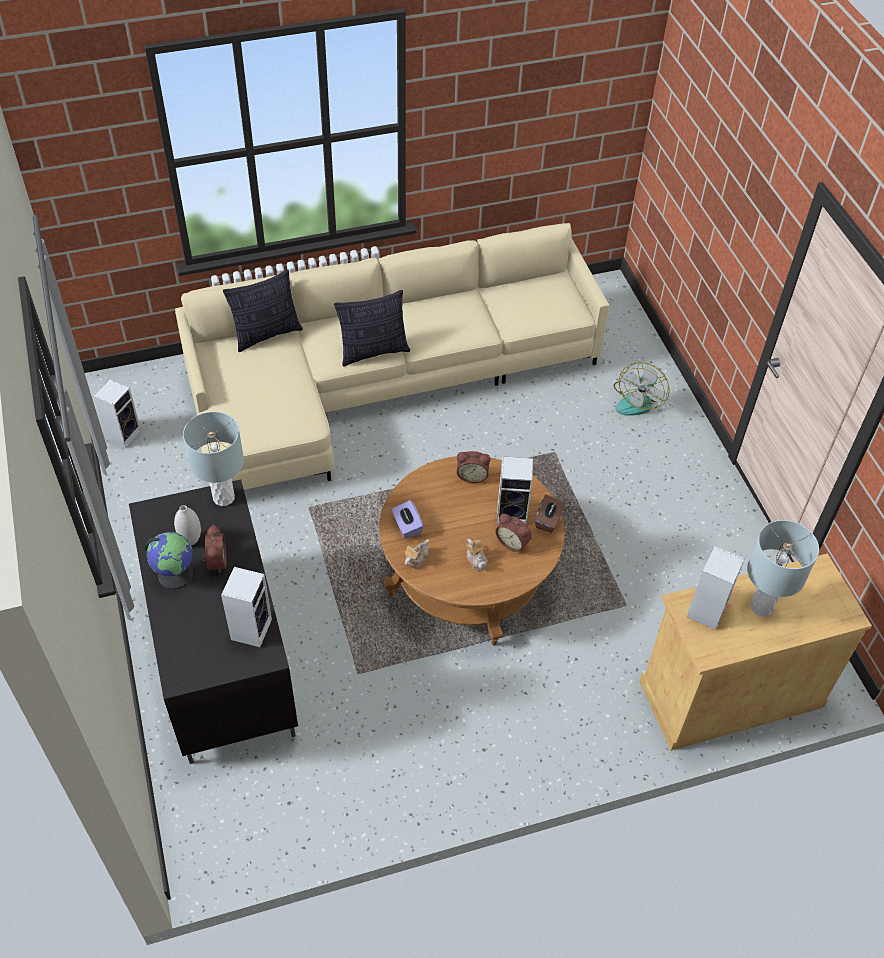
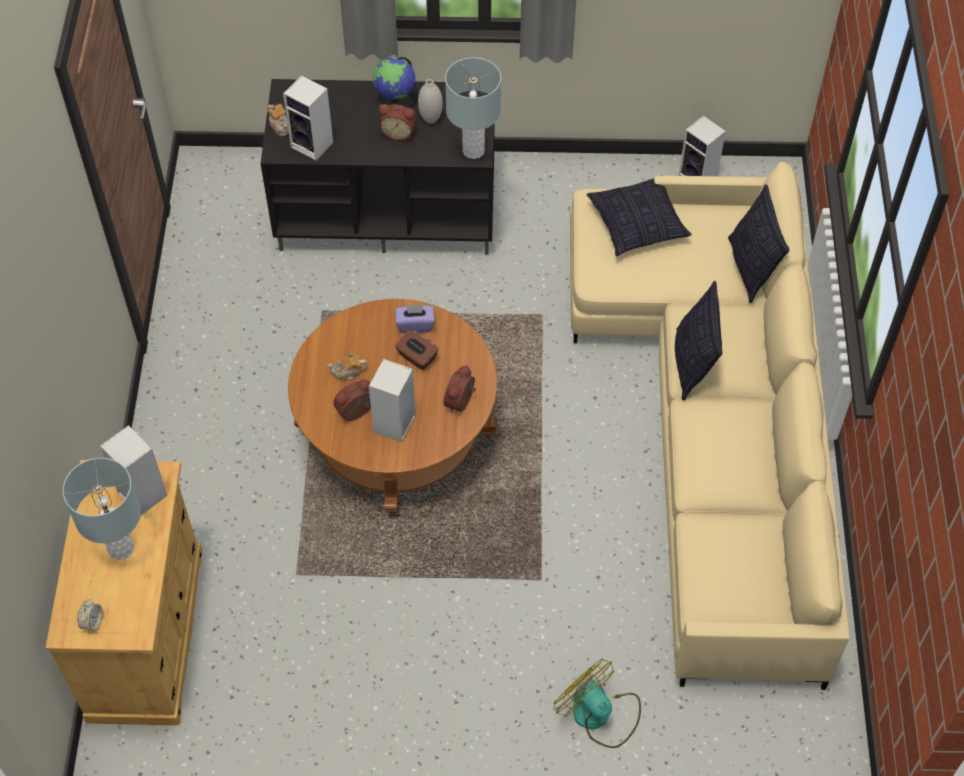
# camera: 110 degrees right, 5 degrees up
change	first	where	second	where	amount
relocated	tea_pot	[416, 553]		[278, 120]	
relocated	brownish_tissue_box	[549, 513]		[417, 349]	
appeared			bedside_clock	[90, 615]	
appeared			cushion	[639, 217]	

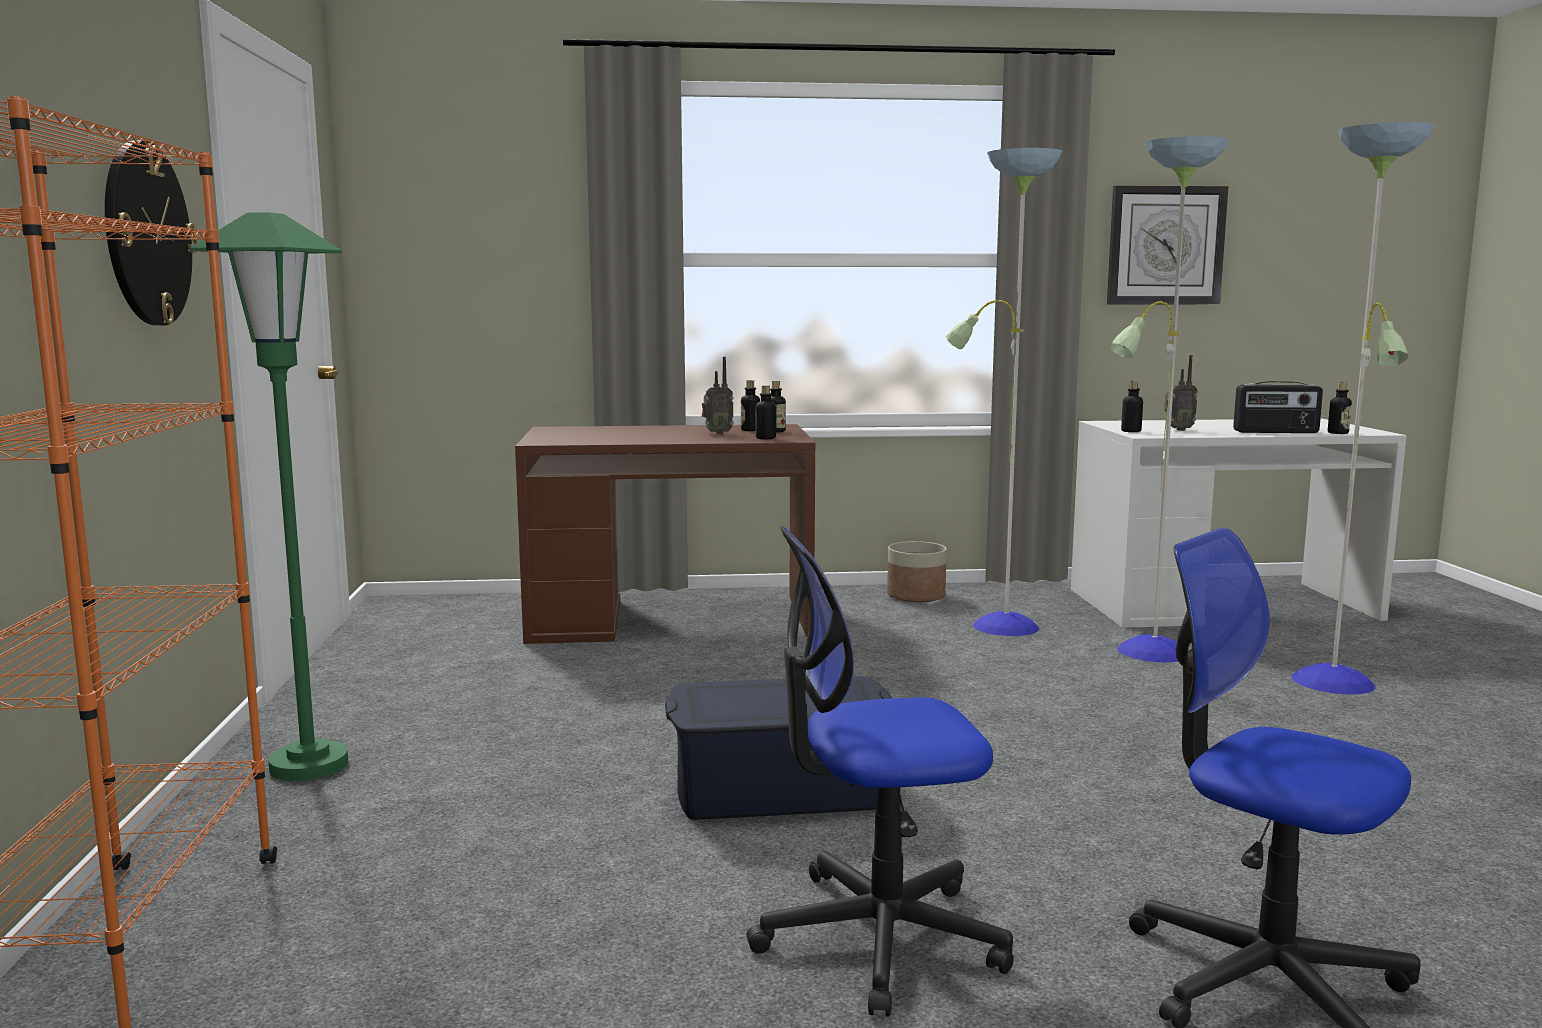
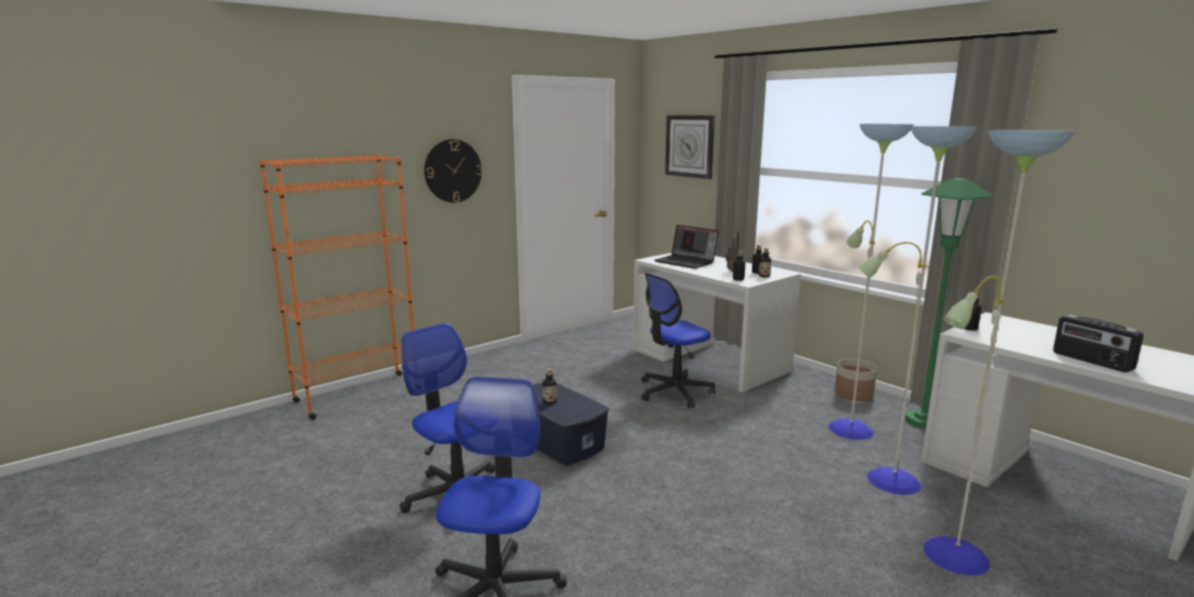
# camera: 55 degrees right, 5 degrees up
change	first	where	second	where	amount
relocated	green_standing_lamp	[269, 496]		[949, 303]	
colour	brownish_desk_unit	[665, 534]	whitish_desk_unit	[717, 322]	
relocated	wall_clock	[1167, 244]		[690, 147]	
missing	radio_set	[1181, 393]			
relocated	beverage_bottle	[1340, 408]		[550, 386]	
appeared			computer_chair	[678, 340]	
appeared			notebook_computer	[686, 247]	

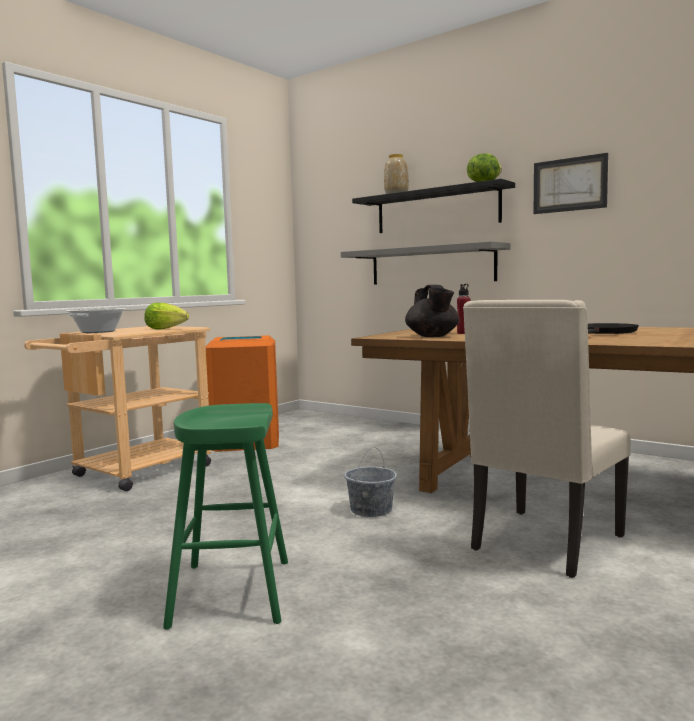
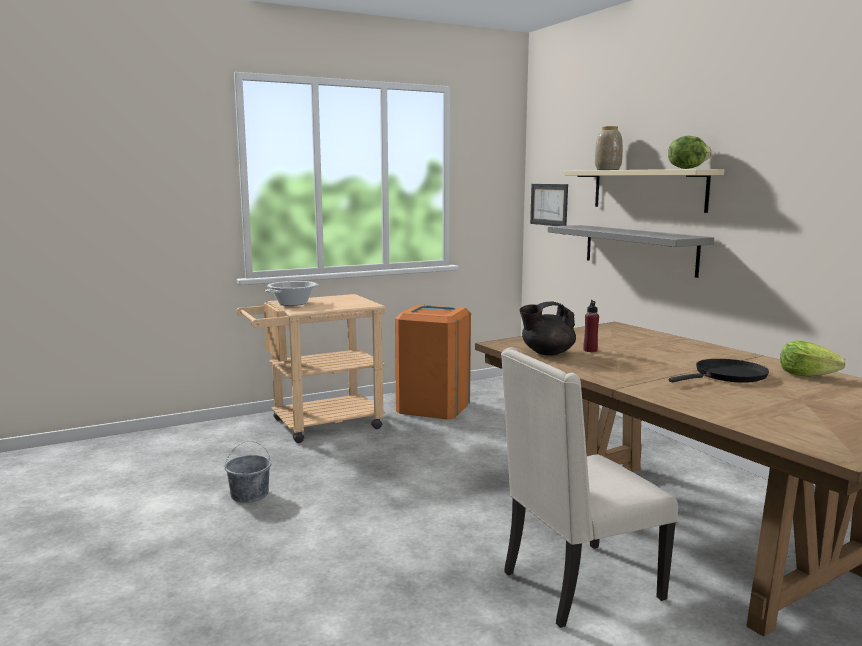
# camera: 25 degrees right, 5 degrees up
change	first	where	second	where	amount
relocated	lettuce_head	[166, 316]		[813, 359]	
missing	green_sitting_stool	[225, 516]			
relocated	greyish_water_bucket	[370, 482]		[247, 472]	
colour	black_bracket_shelf	[433, 206]	beige-coloured_bracket_shelf	[644, 191]	
spun	black_tea_pot	[432, 311]		[548, 329]	60 degrees clockwise
relocated	picture	[571, 183]		[549, 205]	

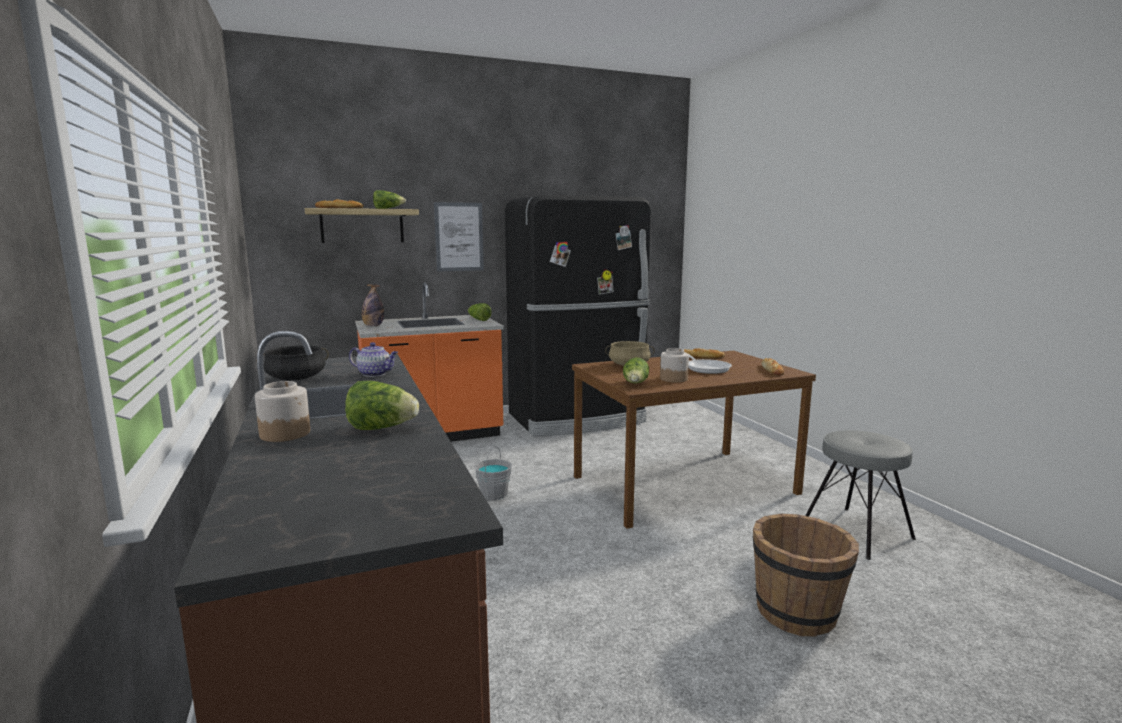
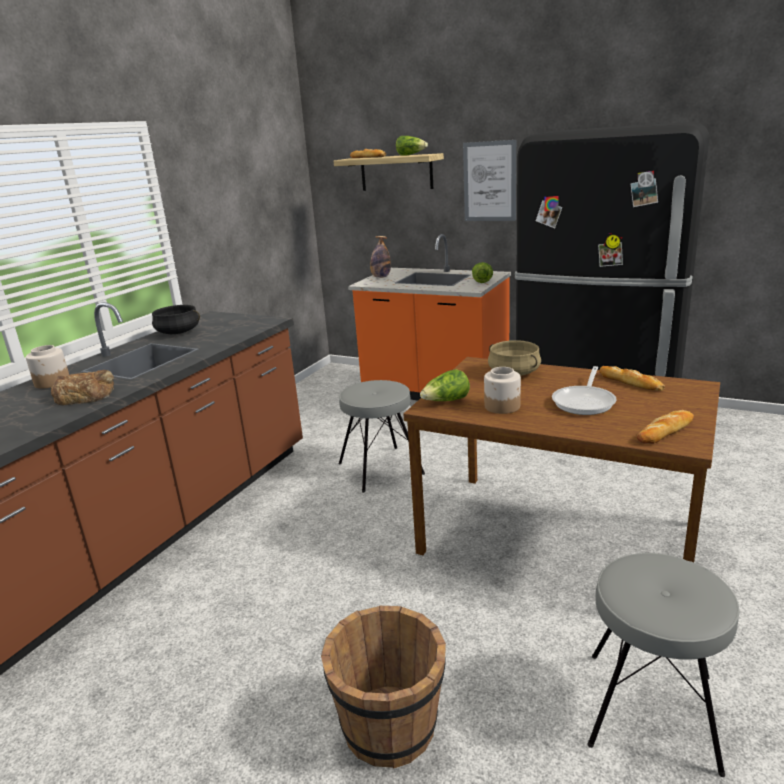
# camera: 50 degrees right, 10 degrees up
change	first	where	second	where	amount
exchanged	lettuce_head	[382, 405]	baked_bread	[82, 388]	
missing	tea_pot	[373, 359]			
exchanged	greyish_water_bucket	[493, 473]	greyish_sitting_stool	[382, 436]	

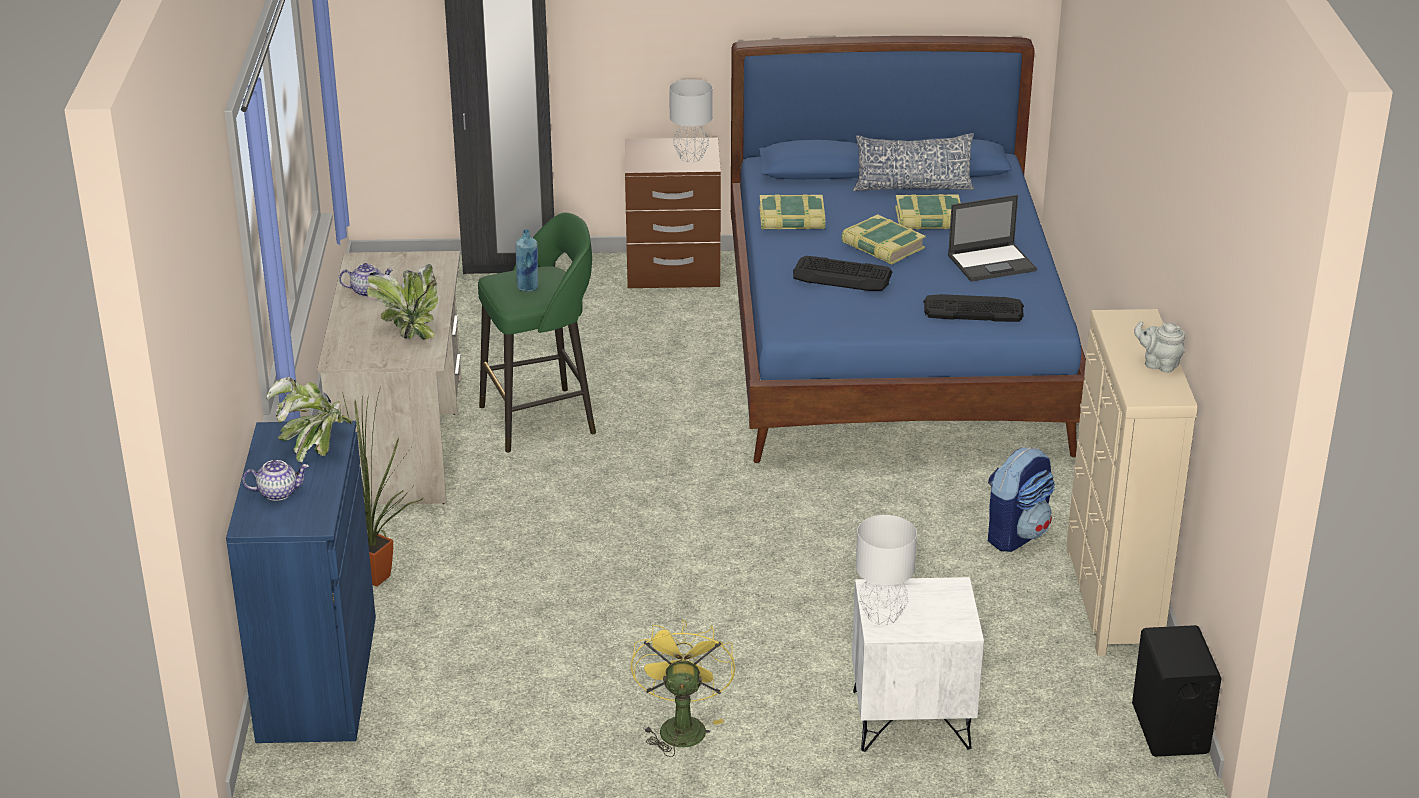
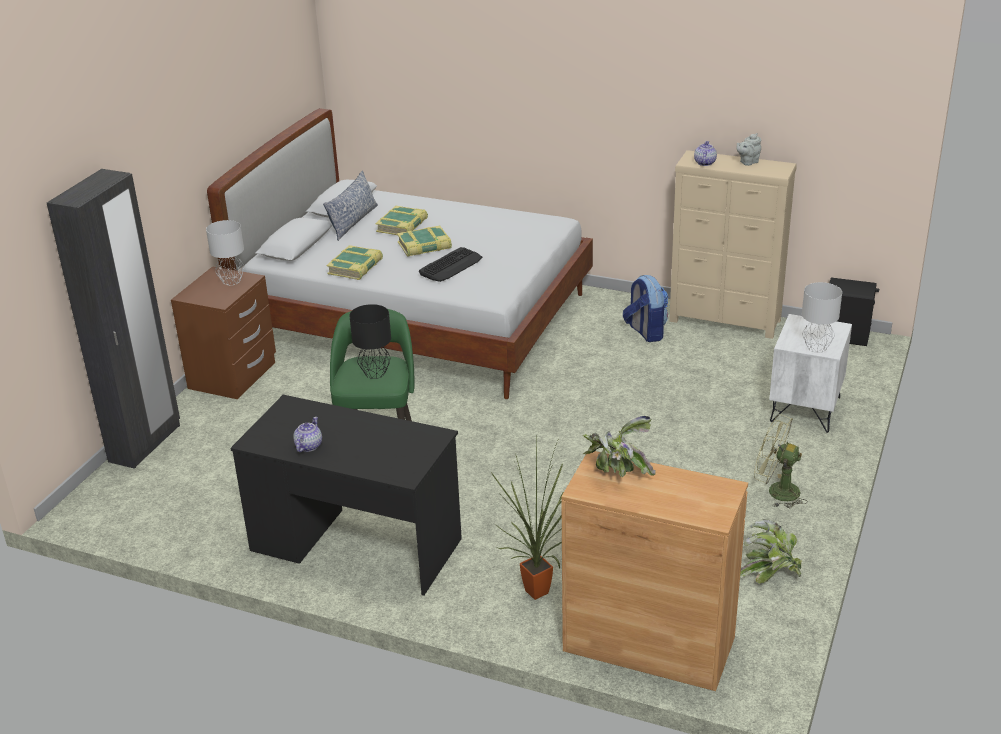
# camera: 65 degrees left, 0 degrees up
change	first	where	second	where	amount
colour	blue-coloured_cabinet	[301, 582]	brownish_cabinet	[654, 571]	
relocated	tea_pot	[275, 480]		[705, 153]	
colour	beige-coloured_desk_unit	[389, 378]	black_desk_unit	[346, 495]	
relocated	houseplant	[402, 302]		[771, 551]	
exchanged	blue-coloured_beverage_bottle	[527, 260]	black_tabletop_lamp	[370, 341]	
colour	yellow_electric_fan	[683, 688]	green_electric_fan	[781, 461]	
colour	blue-coloured_bed	[908, 249]	whitish_bed	[400, 253]	
missing	computer_keyboard	[973, 308]			
missing	notebook_computer	[992, 238]			

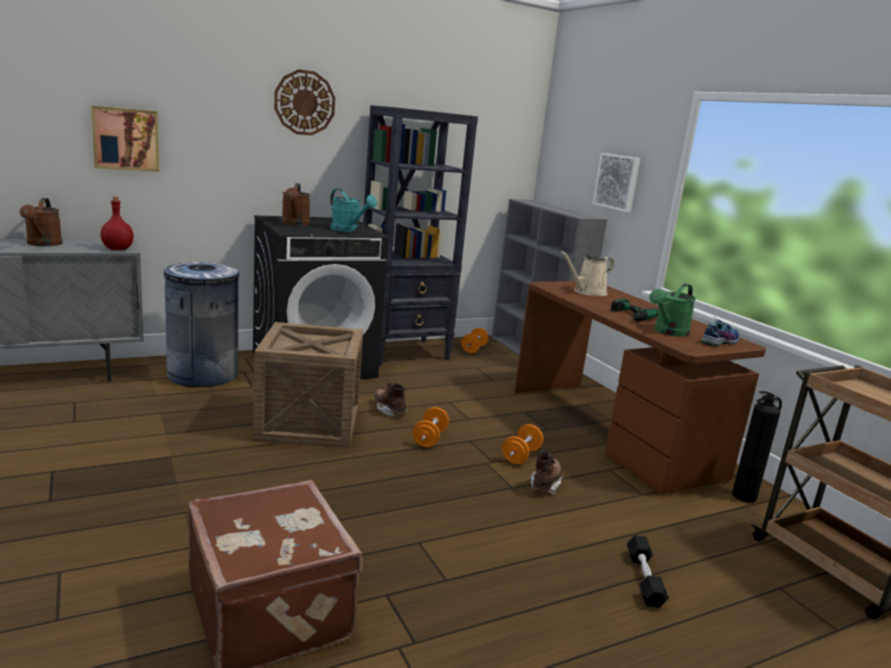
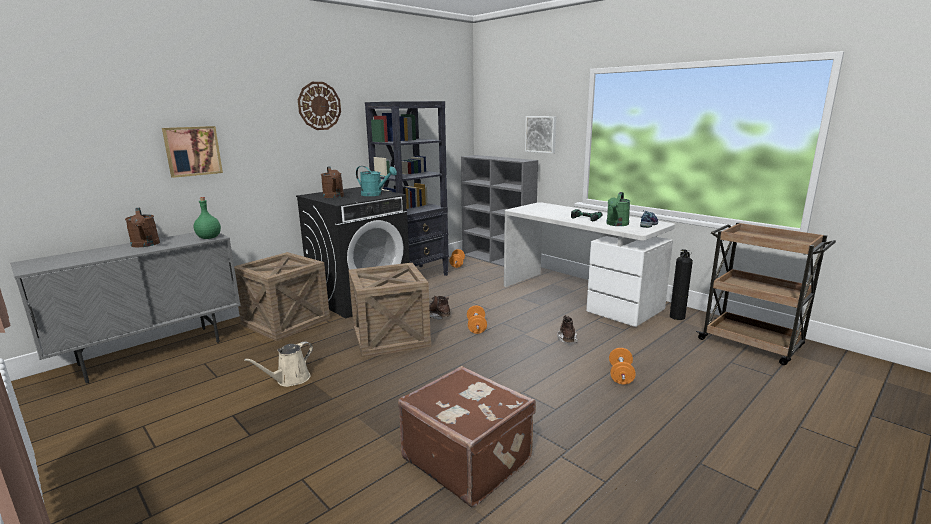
# camera: 15 degrees left, 0 degrees up
change	first	where	second	where	amount
colour	reddish_beverage_bottle	[117, 223]	green_beverage_bottle	[207, 218]	
exchanged	greyish_trash_can	[201, 324]	crate	[282, 296]	
relocated	orangey_hand_weight	[522, 444]		[622, 366]	
colour	brownish_desk_unit	[640, 387]	whitish_desk_unit	[589, 264]	
relocated	beige-coloured_watering_can	[587, 273]		[278, 364]	
missing	black_hand_weight	[648, 571]			

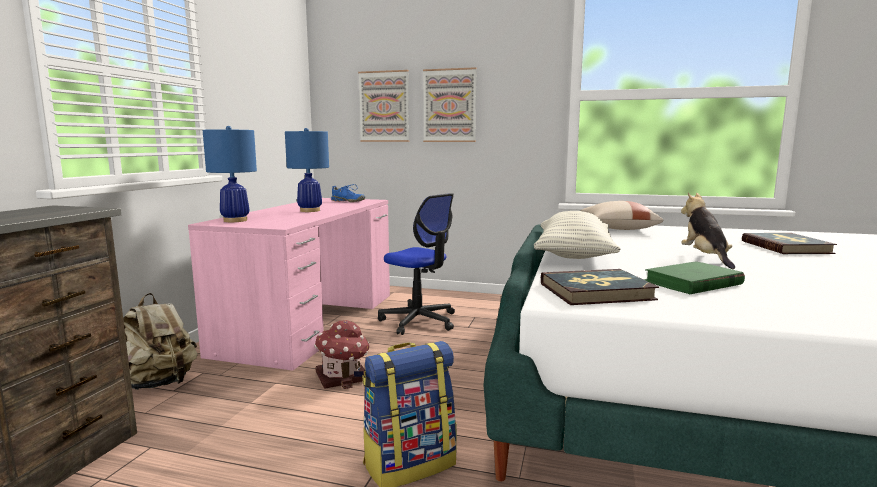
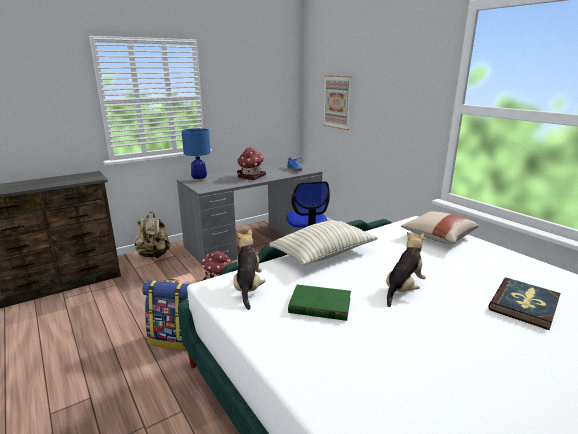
# camera: 40 degrees right, 10 degrees up
change	first	where	second	where	amount
colour	pinkish_desk_unit	[289, 284]	greyish_desk_unit	[250, 213]	
exchanged	blue-coloured_tabletop_lamp	[307, 170]	toy_house	[251, 163]	
missing	picture	[450, 104]			
exchanged	volume	[600, 287]	soft_toy	[249, 270]	

